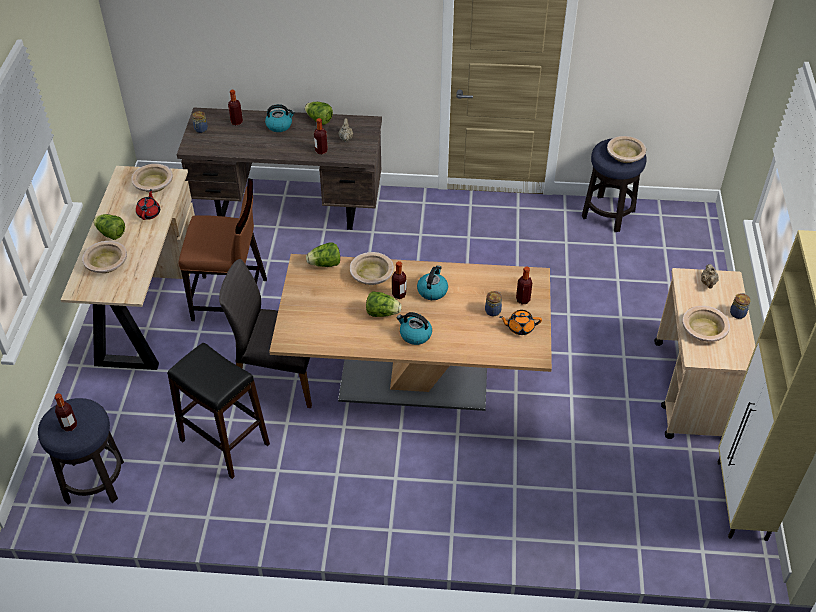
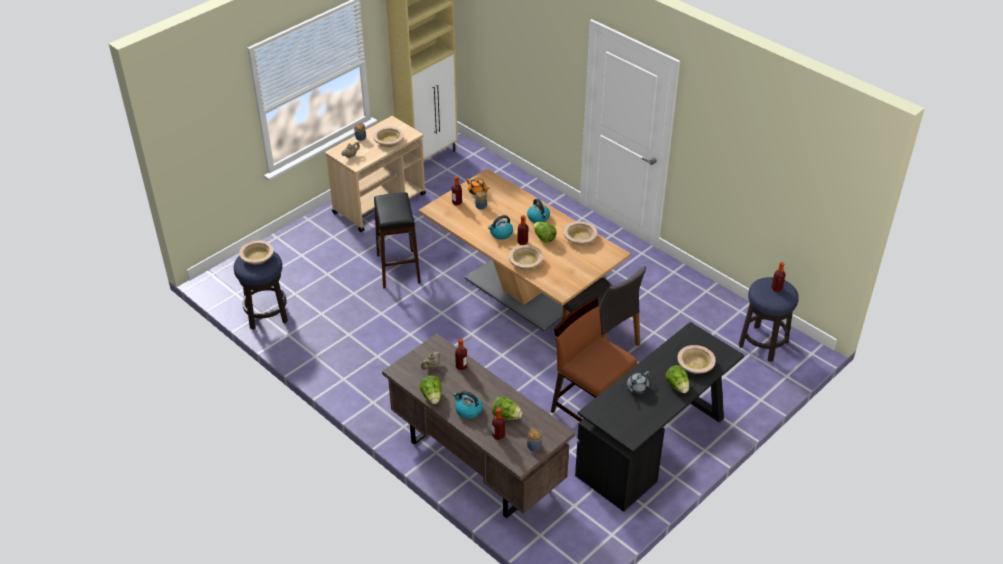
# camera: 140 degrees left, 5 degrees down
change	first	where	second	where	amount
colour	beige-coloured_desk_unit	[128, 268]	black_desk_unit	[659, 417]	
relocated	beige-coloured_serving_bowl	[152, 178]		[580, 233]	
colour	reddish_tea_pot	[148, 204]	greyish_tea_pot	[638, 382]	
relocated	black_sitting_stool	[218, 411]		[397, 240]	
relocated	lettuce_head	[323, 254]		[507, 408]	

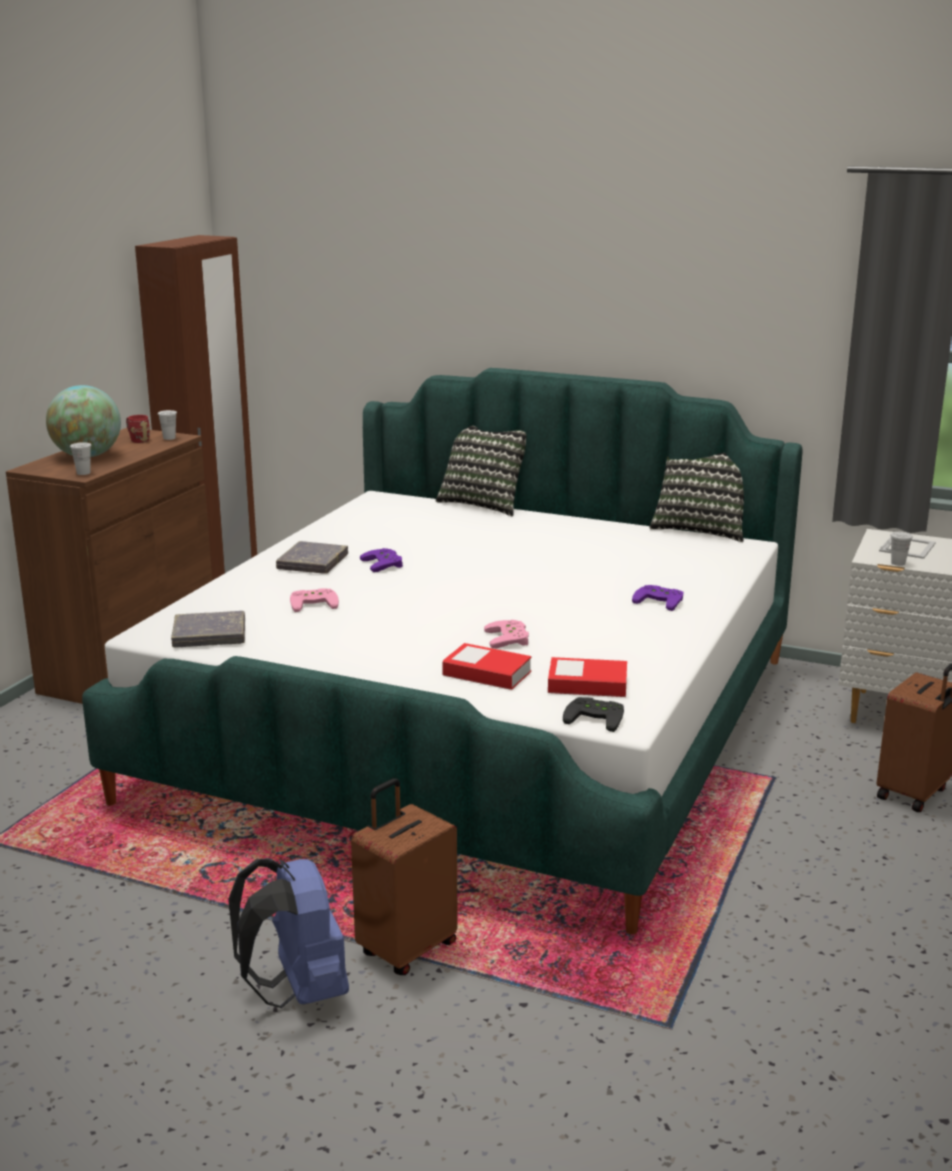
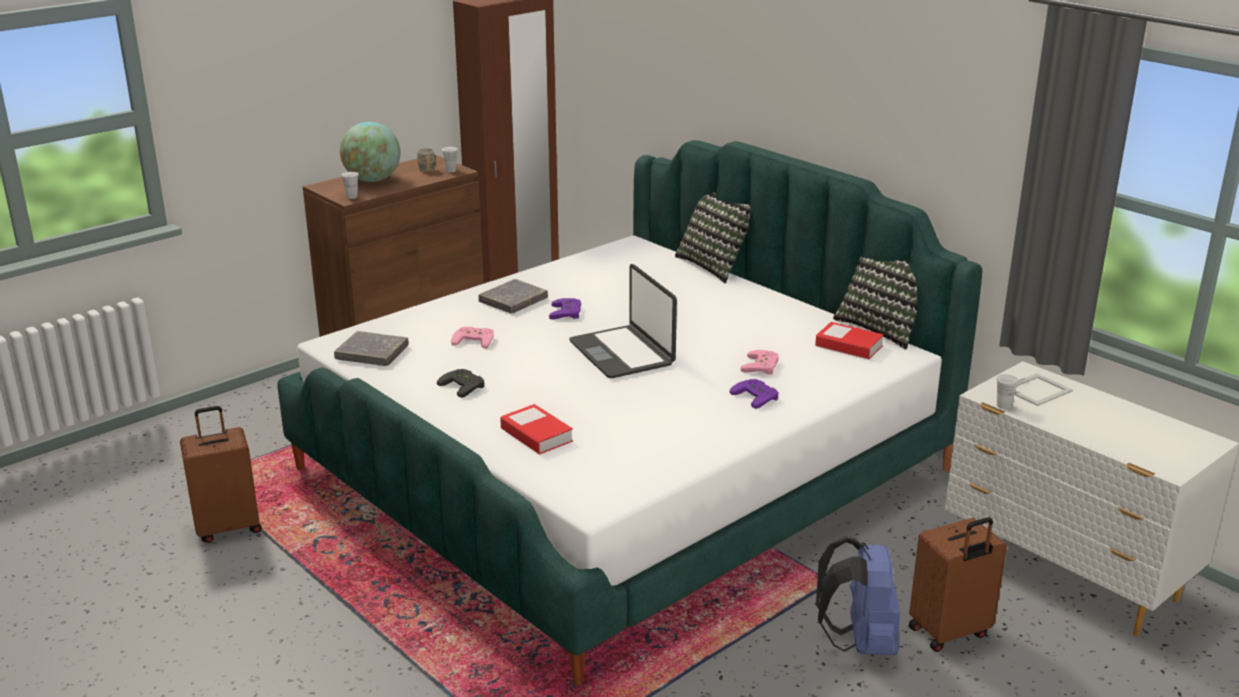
# camera: 25 degrees right, 5 degrees up
change	first	where	second	where	amount
colour	reddish_tea_mug	[138, 429]	greyish_tea_mug	[426, 160]	
relocated	blue-coloured_backpack	[288, 933]		[858, 596]	
relocated	brownish_piece_of_luggage	[404, 876]		[221, 474]	
relocated	pinkish_game_controller	[506, 634]		[759, 362]	
relocated	volume	[587, 677]		[849, 340]	
relocated	black_game_controller	[593, 714]		[461, 383]	
appeared			notebook_computer	[623, 321]	

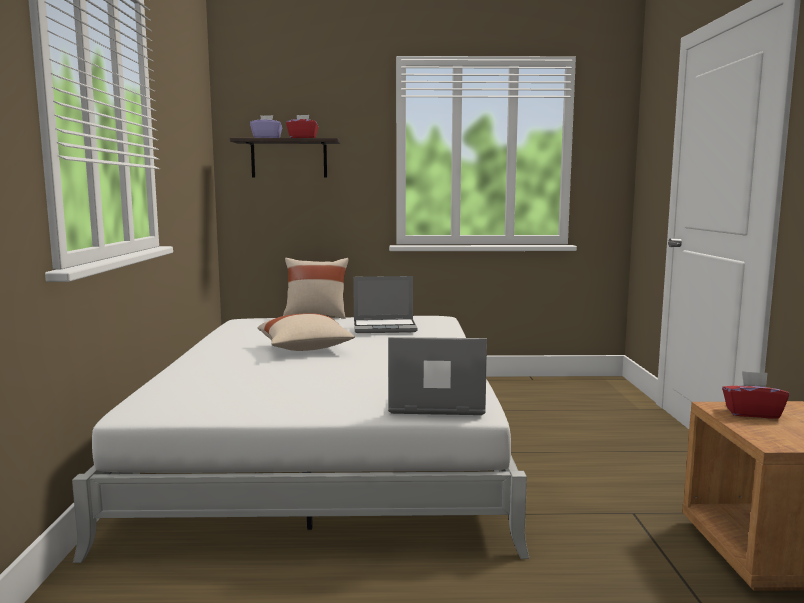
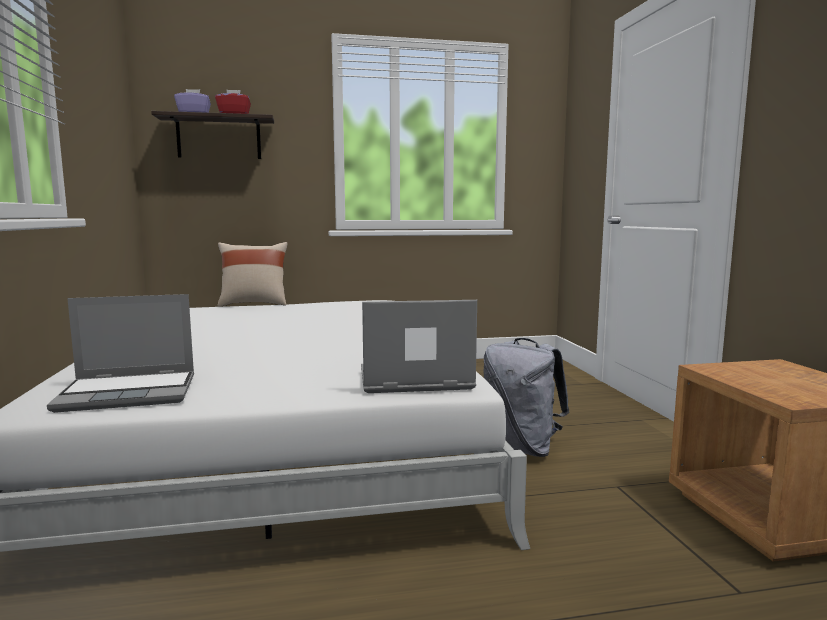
# camera: 10 degrees left, 0 degrees up
change	first	where	second	where	amount
missing	beige-coloured_cushion	[306, 332]			
relocated	notebook_computer	[385, 304]		[120, 353]	
missing	reddish_tissue_box	[755, 395]			
appeared			greyish_backpack	[526, 397]	

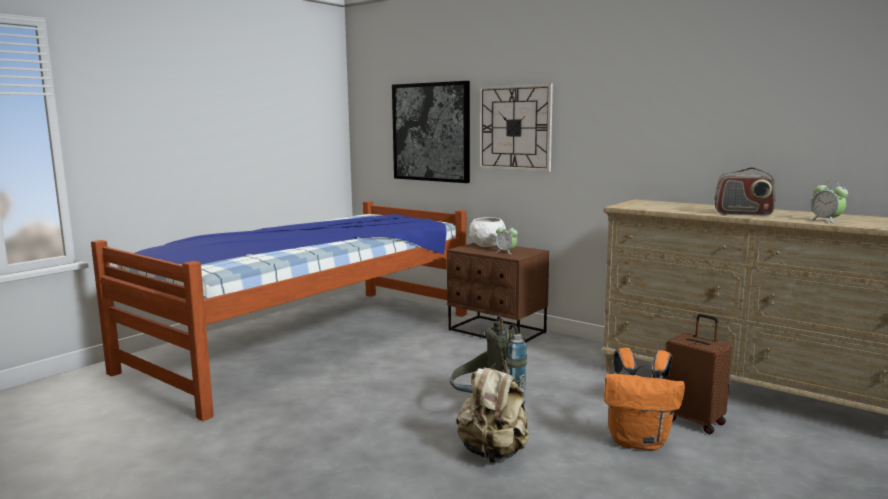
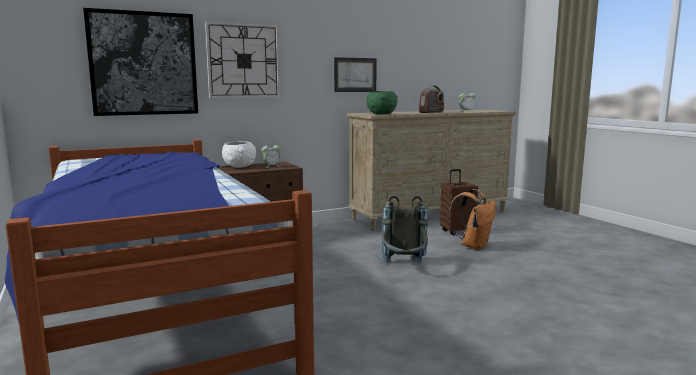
# camera: 65 degrees left, 0 degrees up
change	first	where	second	where	amount
missing	beige-coloured_backpack	[493, 411]			
appeared			picture	[355, 74]	
appeared			green_serving_bowl	[382, 103]	

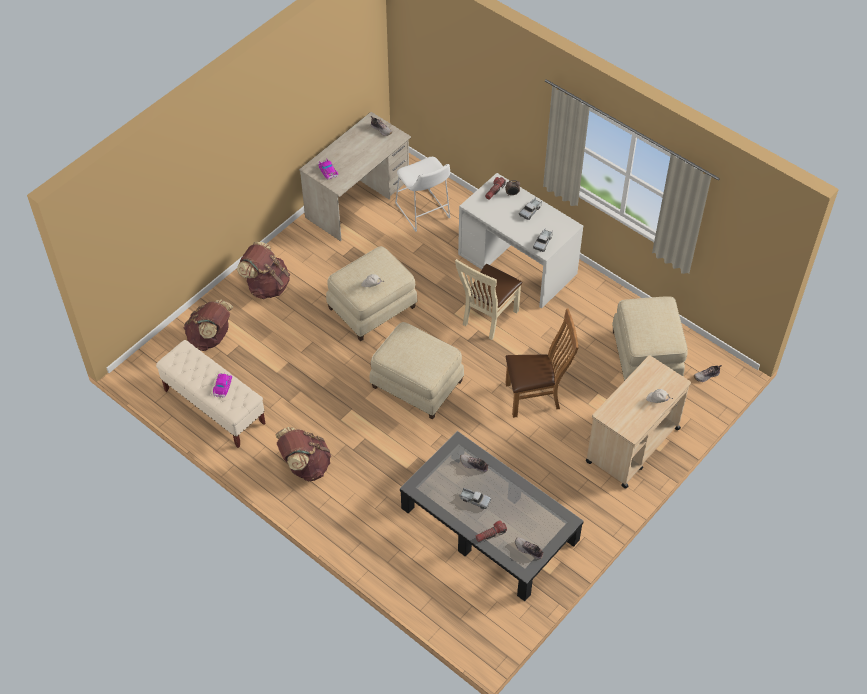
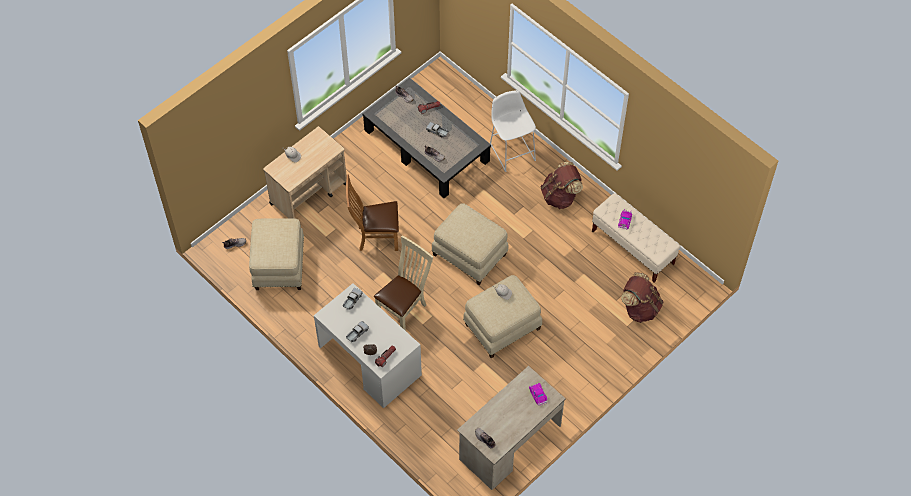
# camera: 175 degrees left, 5 degrees up
change	first	where	second	where	amount
missing	brownish_backpack	[263, 270]			
relocated	whitish_sitting_stool	[423, 194]		[513, 131]	

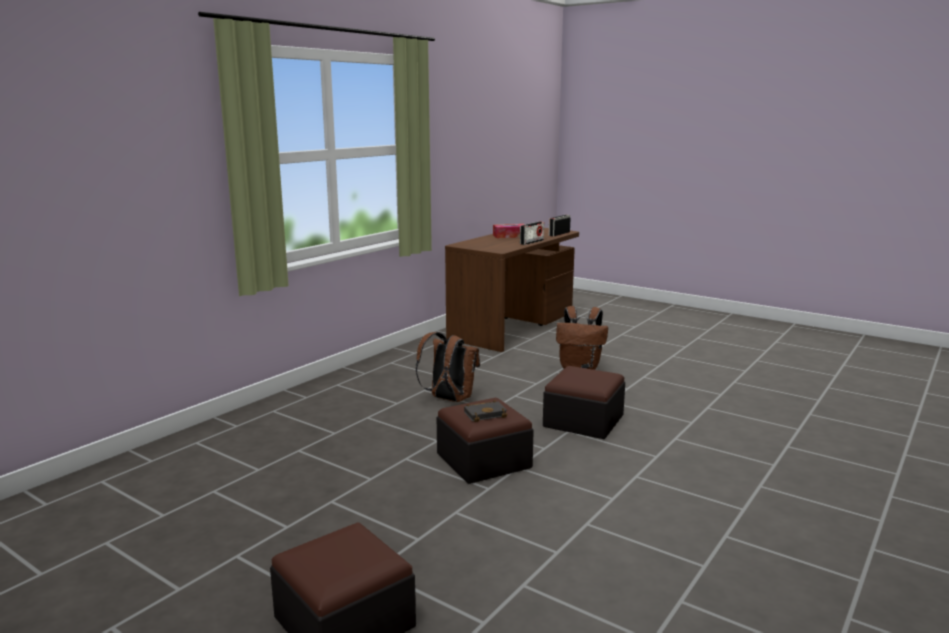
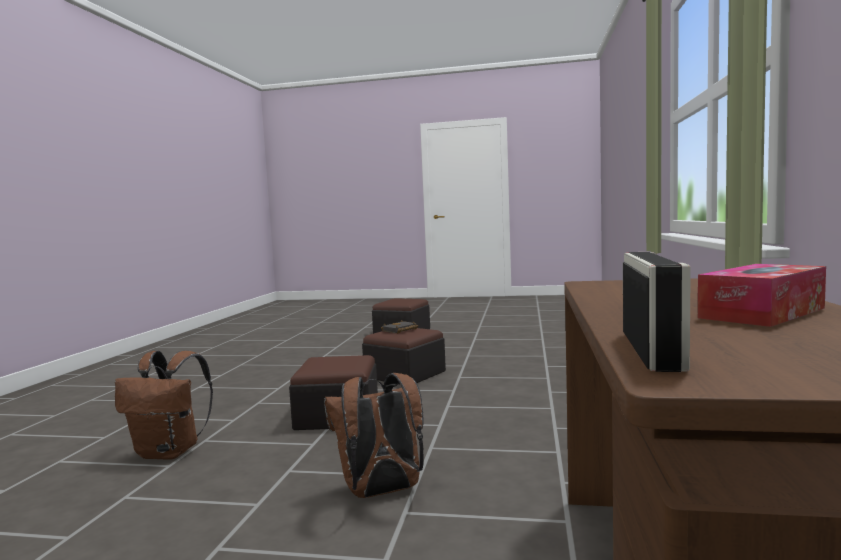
# camera: 155 degrees right, 10 degrees down
change	first	where	second	where	amount
relocated	brownish_backpack	[448, 367]		[164, 405]	
missing	radio_set	[532, 233]			

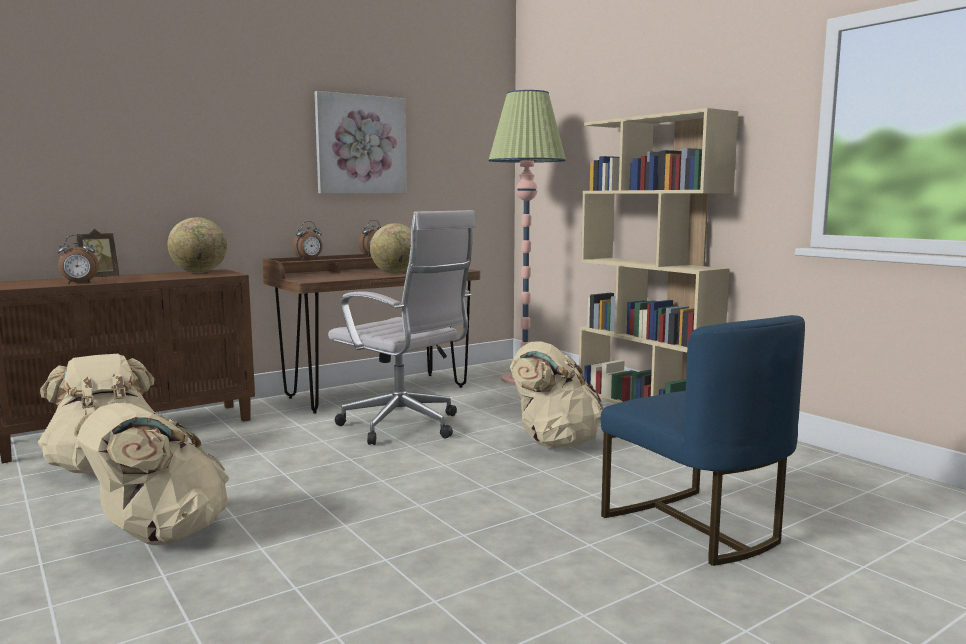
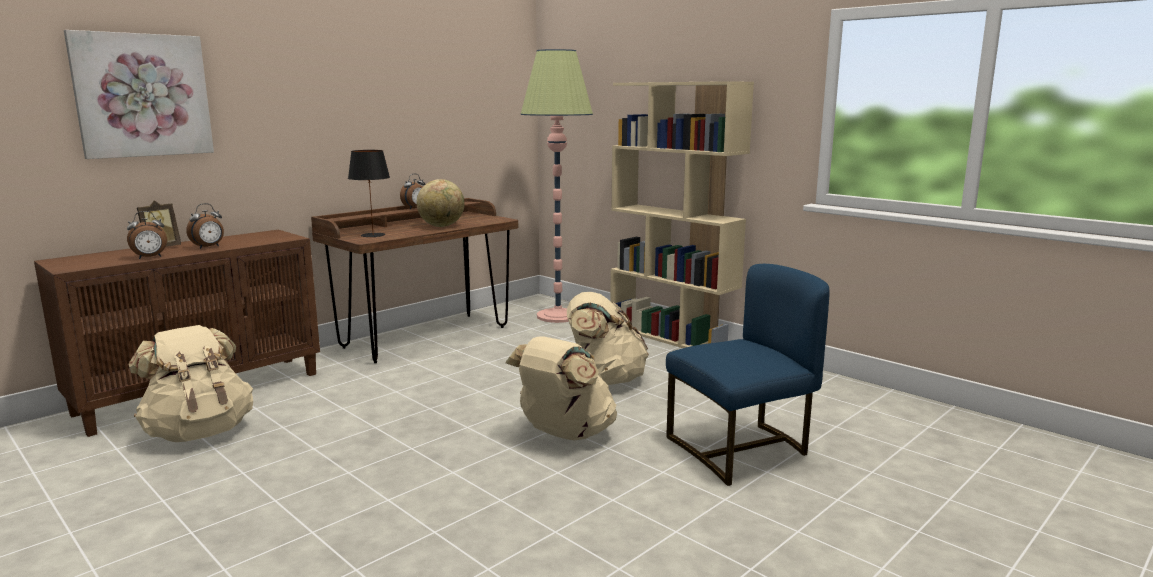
# camera: 10 degrees left, 5 degrees up
change	first	where	second	where	amount
relocated	beige-coloured_backpack	[152, 474]		[561, 388]	
missing	desk_globe	[197, 245]			
relocated	bedside_clock	[308, 240]		[205, 226]	
relocated	picture	[361, 142]		[139, 94]	
missing	whitish_computer_chair	[402, 327]			
spun	blue-coloured_upright_chair	[702, 440]		[747, 375]	75 degrees counterclockwise
appeared			black_tabletop_lamp	[369, 193]	

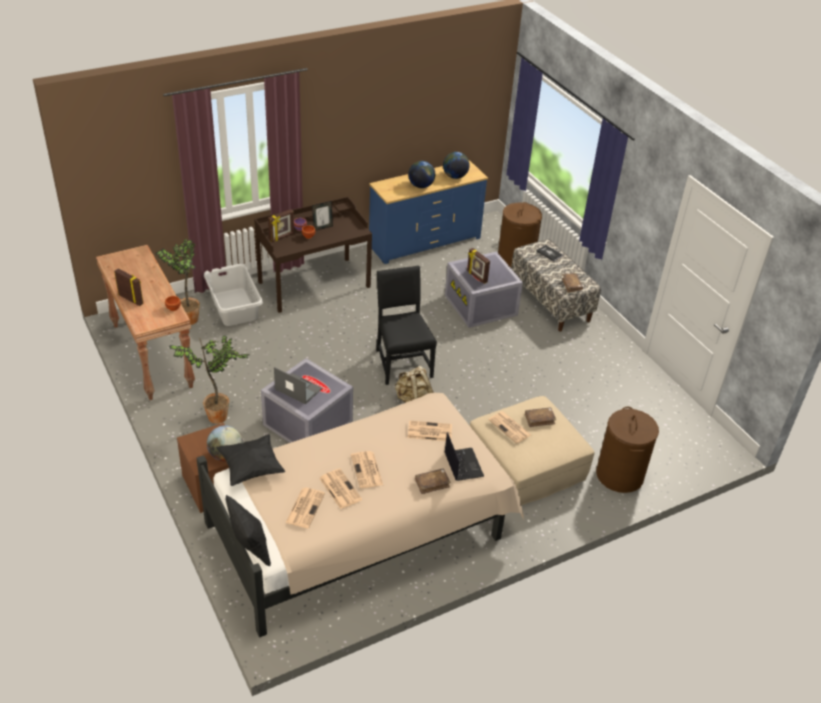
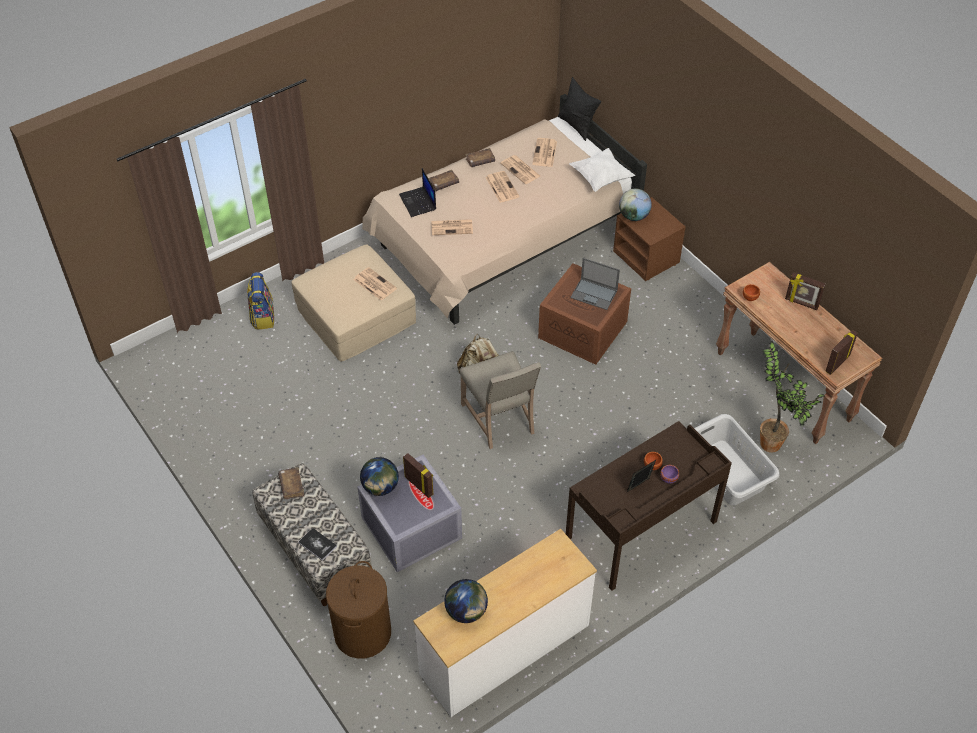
# camera: 175 degrees right, 10 degrees up
change	first	where	second	where	amount
missing	houseplant	[209, 380]			
colour	black_cushion	[250, 460]	whitish_cushion	[602, 170]	
colour	greyish_storage_container	[307, 400]	brownish_storage_container	[584, 314]	
relocated	picture_frame	[281, 225]		[841, 352]	
colour	blue-coloured_dresser	[428, 212]	whitish_dresser	[505, 623]	
colour	black_upright_chair	[406, 325]	beige-coloured_upright_chair	[500, 400]	
relocated	desk_globe	[421, 174]		[379, 476]	
relocated	brownish_volume	[540, 417]		[480, 157]	
exchanged	brownish_laundry_basket	[627, 450]	backpack	[260, 301]	

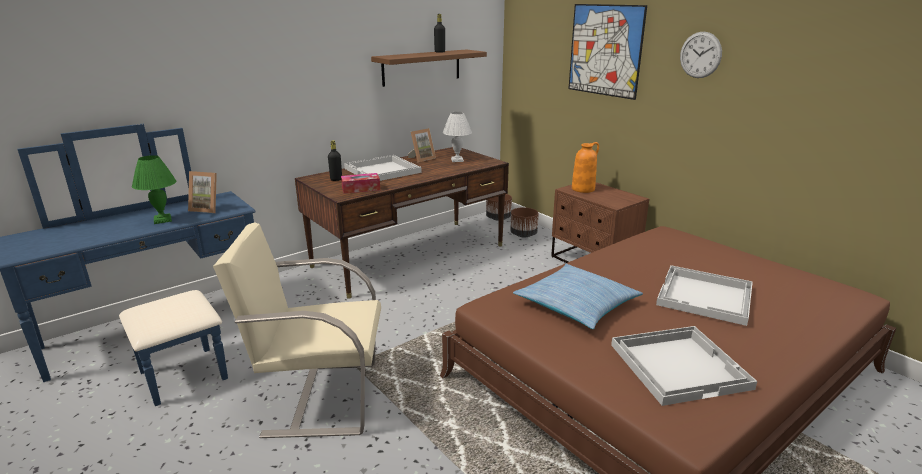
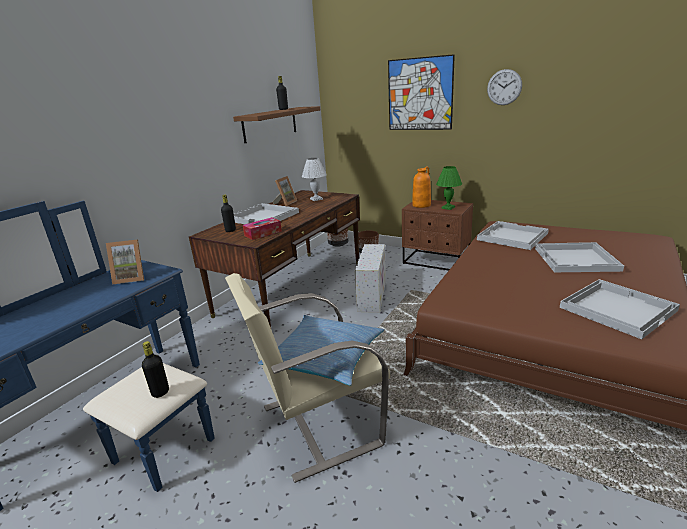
# camera: 20 degrees left, 0 degrees up
change	first	where	second	where	amount
relocated	green_tabletop_lamp	[154, 189]		[449, 188]	
relocated	cushion	[578, 296]		[321, 350]	
appeared			black_beverage_bottle	[155, 369]	
appeared			whitish_storage_container	[370, 278]	
appeared			whitish_carrying_tray	[513, 235]	

